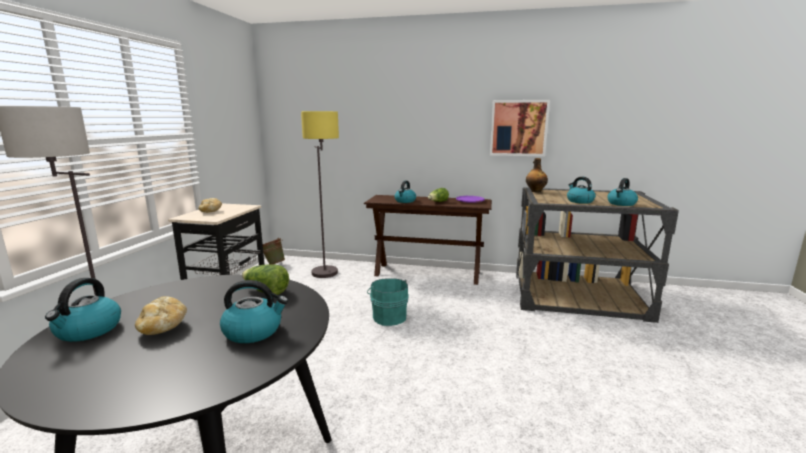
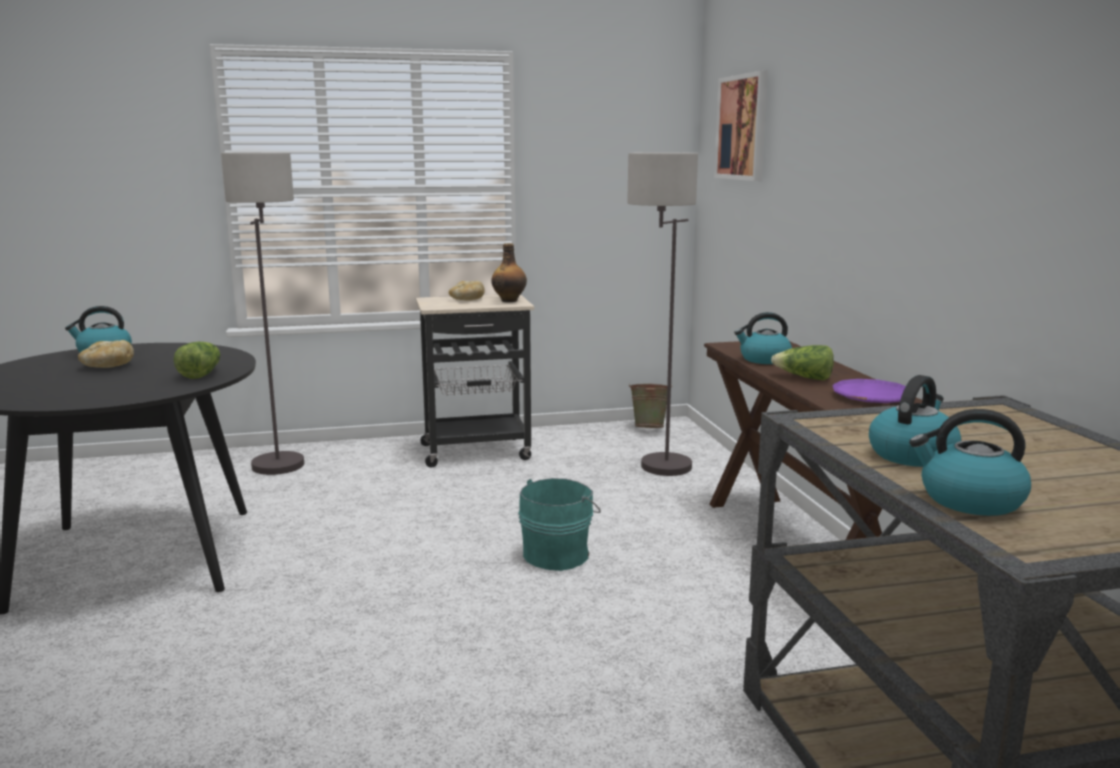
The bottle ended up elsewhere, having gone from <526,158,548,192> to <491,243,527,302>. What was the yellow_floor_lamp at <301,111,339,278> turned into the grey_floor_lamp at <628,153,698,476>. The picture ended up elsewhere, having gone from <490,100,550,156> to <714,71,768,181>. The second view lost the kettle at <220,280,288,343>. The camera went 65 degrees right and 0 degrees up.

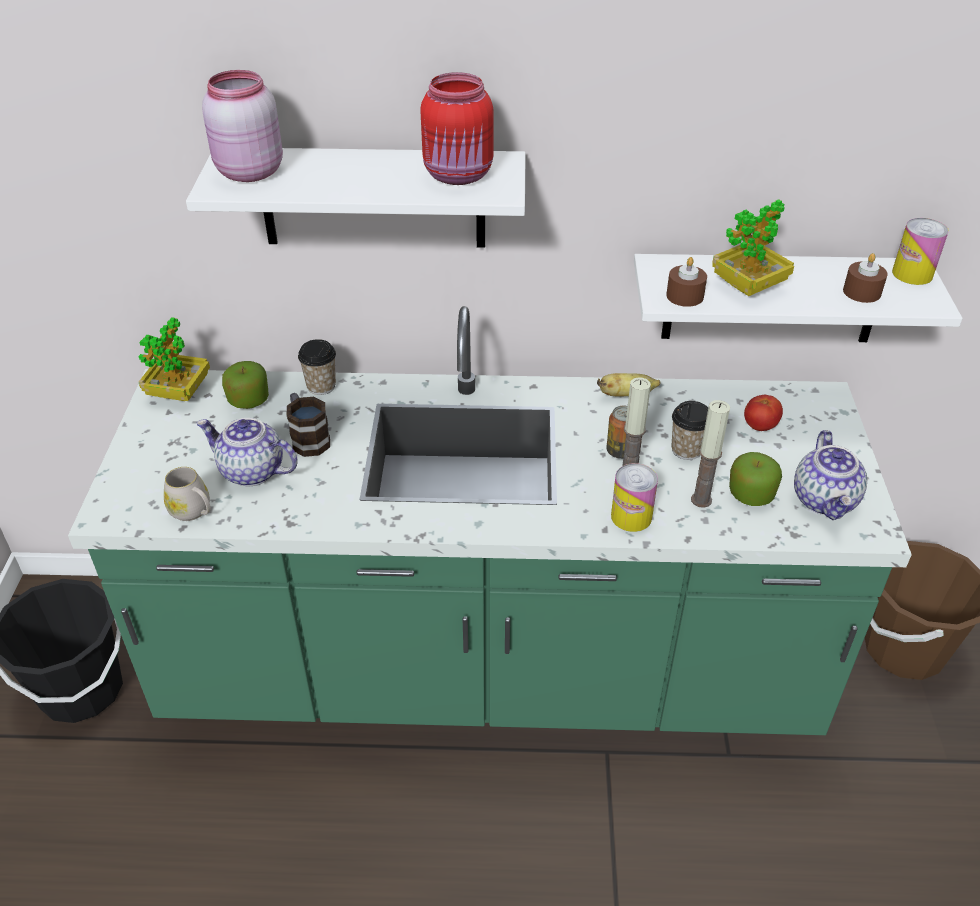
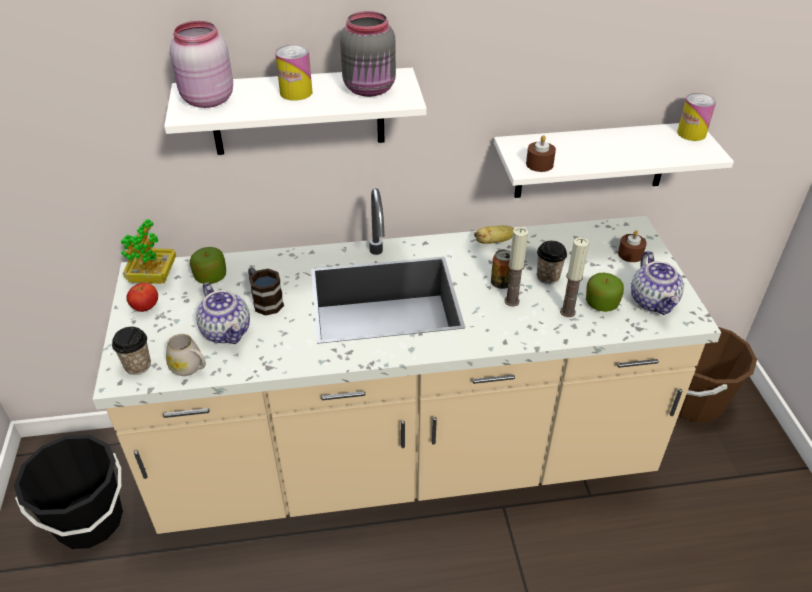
What was the green_counter at <68,306,912,735> turned into the beige_counter at <93,188,721,534>. The cup ended up elsewhere, having gone from <298,339,336,395> to <112,327,151,375>. The tomato ended up elsewhere, having gone from <744,395,783,431> to <126,283,158,312>. The teapot at <197,418,298,486> ended up facing another way, 135 degrees counterclockwise from before. The can ended up elsewhere, having gone from <611,463,658,532> to <275,45,312,101>. What was the red_jar at <420,72,494,185> turned into the grey_jar at <340,11,396,97>. The brown_candle ended up elsewhere, having gone from <843,253,888,303> to <618,230,647,262>. The second view lost the potted_plant at <712,199,794,296>. The camera went 10 degrees left and 0 degrees up.

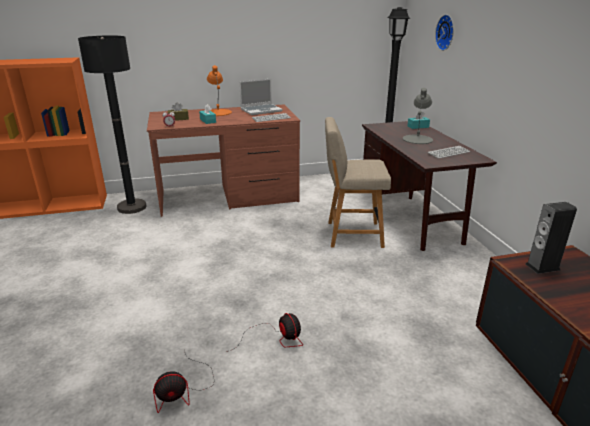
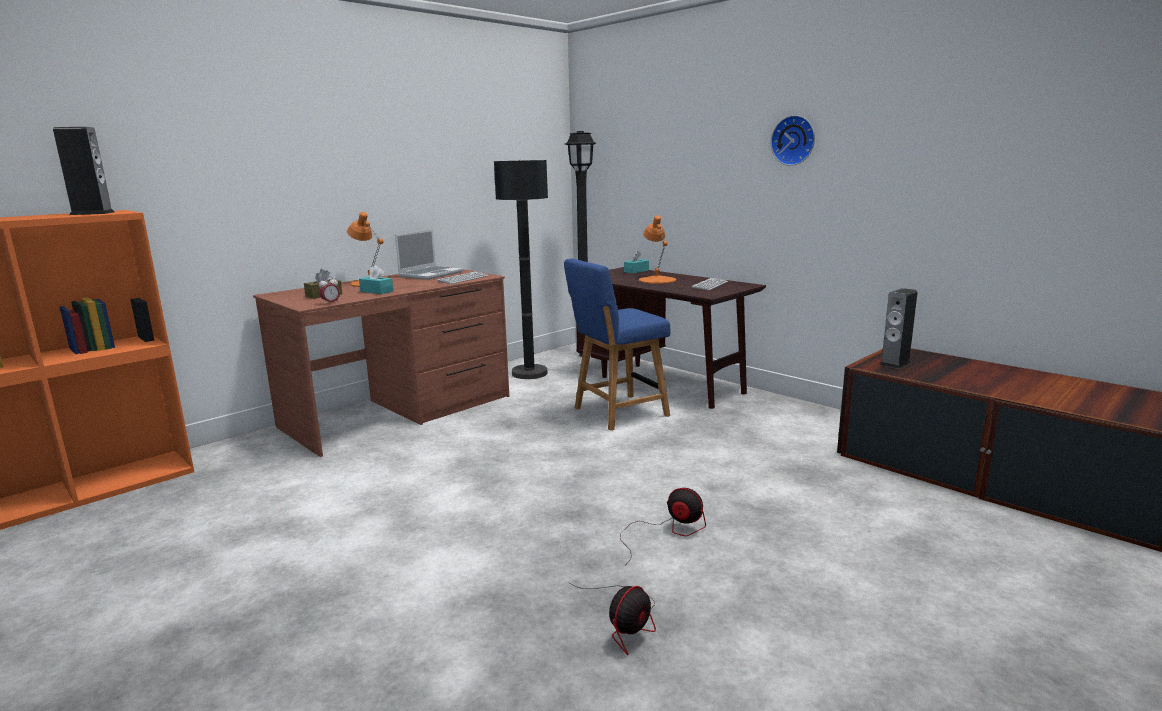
The second view gained the speaker at <53,127,114,215>. The black_floor_lamp ended up elsewhere, having gone from <78,35,147,214> to <494,160,548,379>. What was the beige_chair at <325,117,391,248> turned into the blue_chair at <564,258,670,431>. What was the grey_table_lamp at <403,88,433,144> turned into the orange_table_lamp at <639,216,676,284>. The wall_clock ended up elsewhere, having gone from <435,15,454,51> to <771,115,815,166>. The camera went 30 degrees left and 10 degrees down.

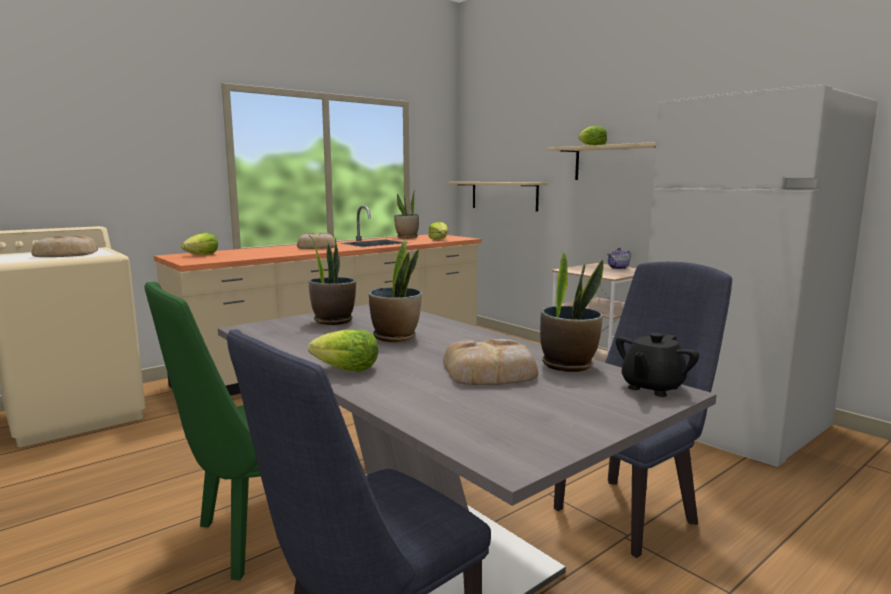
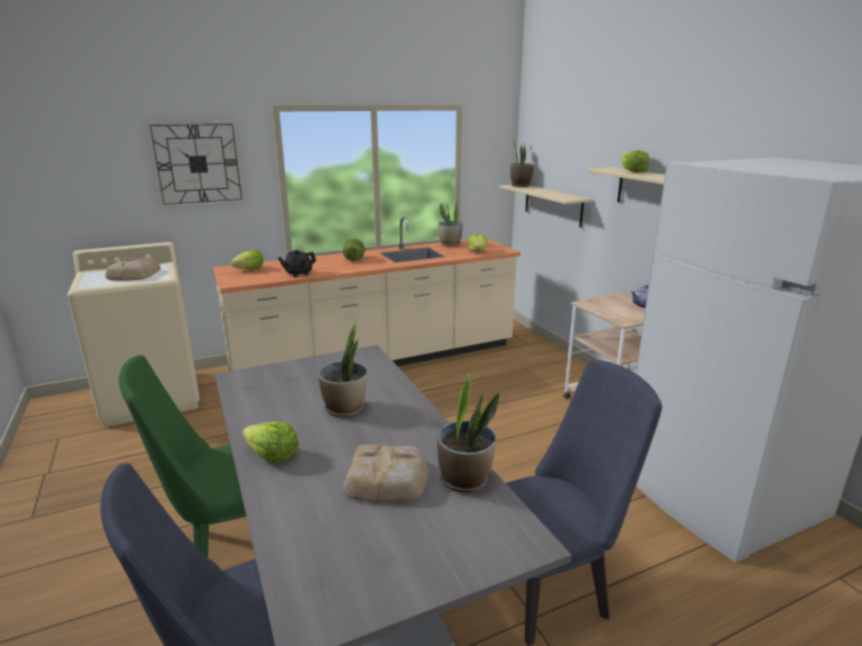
The second view gained the wall_clock at <146,121,246,208>. The black_teapot ended up elsewhere, having gone from <616,333,699,397> to <278,250,316,277>. Where the bread stood at <297,233,335,249>, the lettuce came to stand at <343,238,365,261>. The potted_plant ended up elsewhere, having gone from <309,235,356,325> to <510,141,534,187>. The camera went 15 degrees right and 10 degrees up.

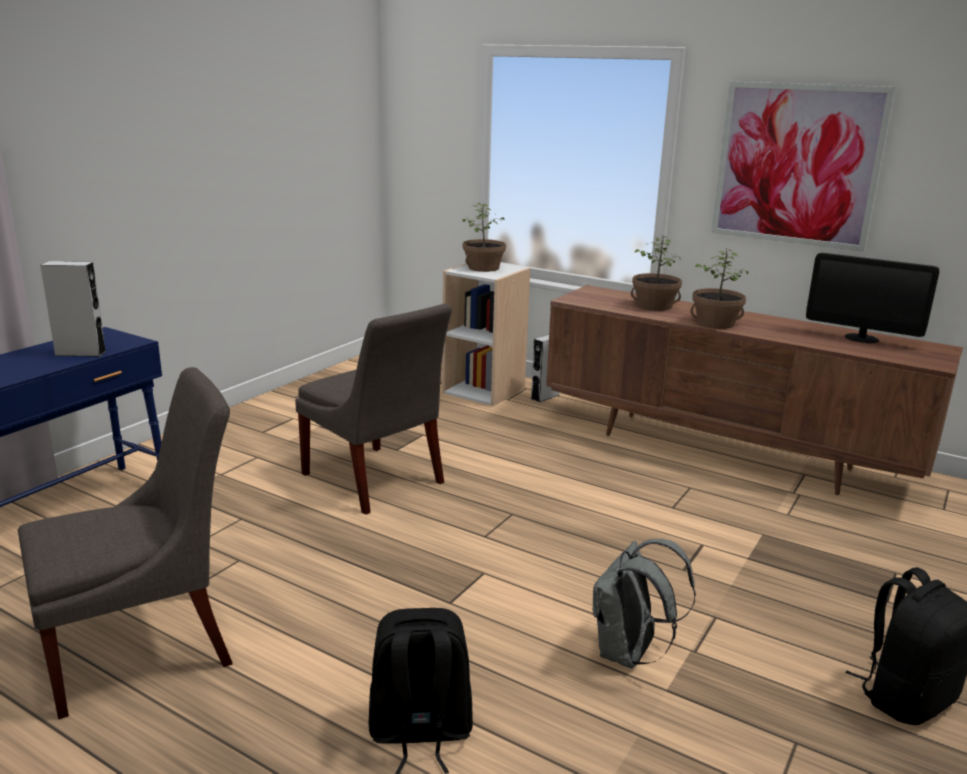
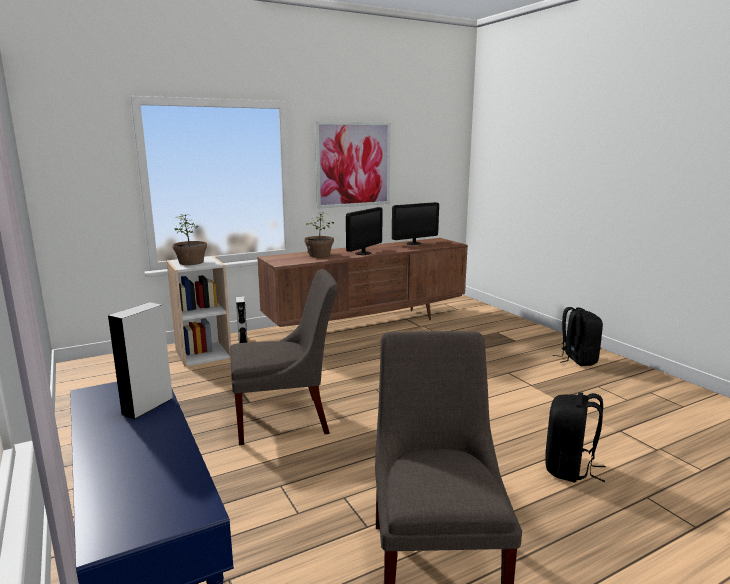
Where the potted_plant stood at <690,249,748,329>, the monitor came to stand at <346,207,383,255>. The second view lost the grey_backpack at <593,539,696,669>. The camera went 60 degrees left and 5 degrees down.

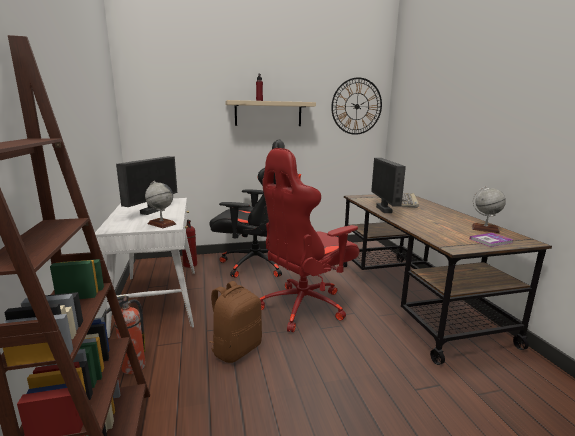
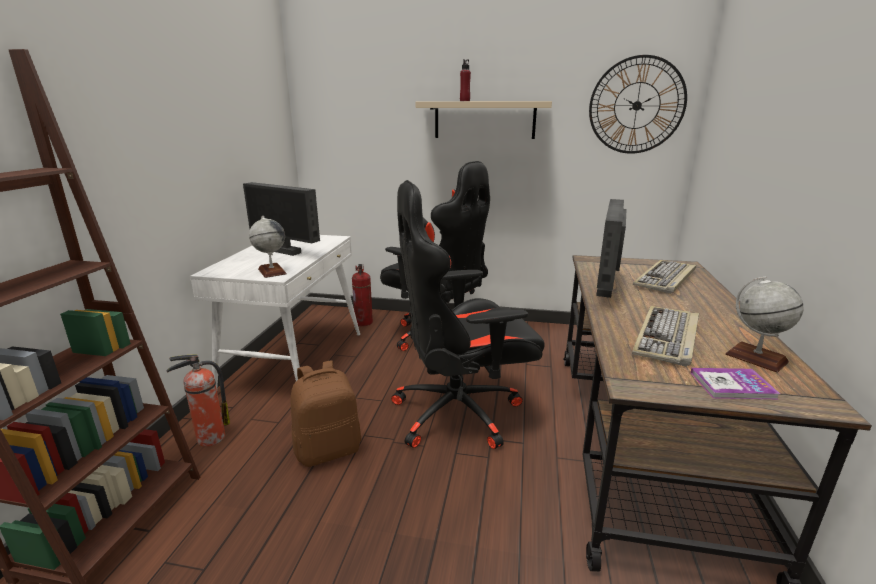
The monitor at <116,156,177,215> ended up facing another way, 75 degrees clockwise from before. What was the red_office_chair at <259,148,360,332> turned into the black_office_chair at <391,180,545,449>. The second view gained the keyboard at <632,306,699,367>. The camera went 25 degrees right and 5 degrees up.

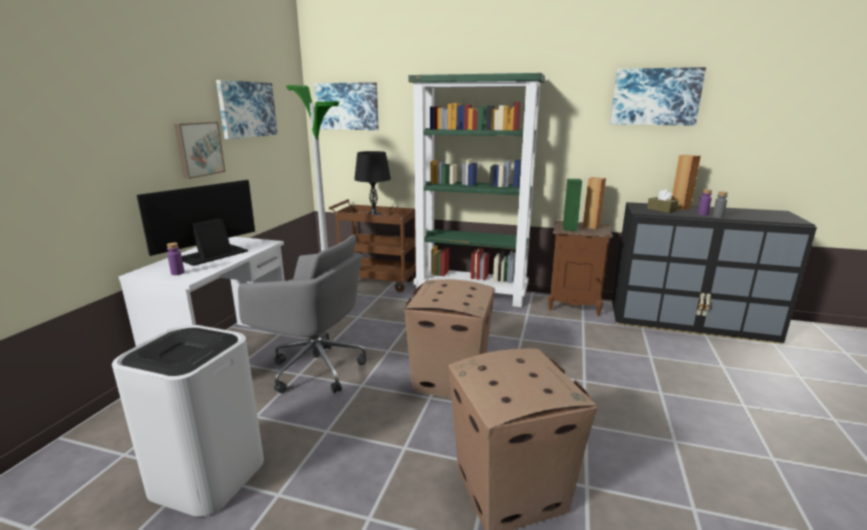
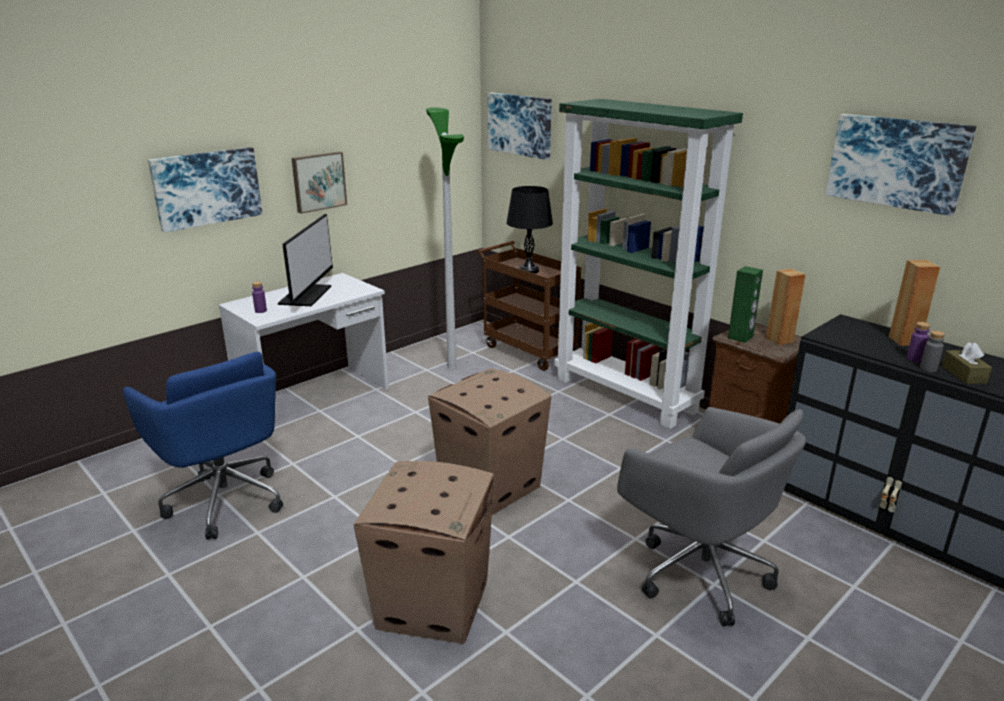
Where the white_trash_can stood at <112,325,264,517>, the blue_office_chair came to stand at <123,352,283,540>. The picture ended up elsewhere, having gone from <216,80,278,139> to <148,147,262,233>. The monitor at <137,180,255,266> ended up facing another way, 120 degrees clockwise from before. The grey_office_chair ended up elsewhere, having gone from <238,234,367,393> to <617,407,806,626>. The brown_tissue_box ended up elsewhere, having gone from <647,189,678,213> to <942,342,992,384>. The camera went 30 degrees right and 5 degrees up.

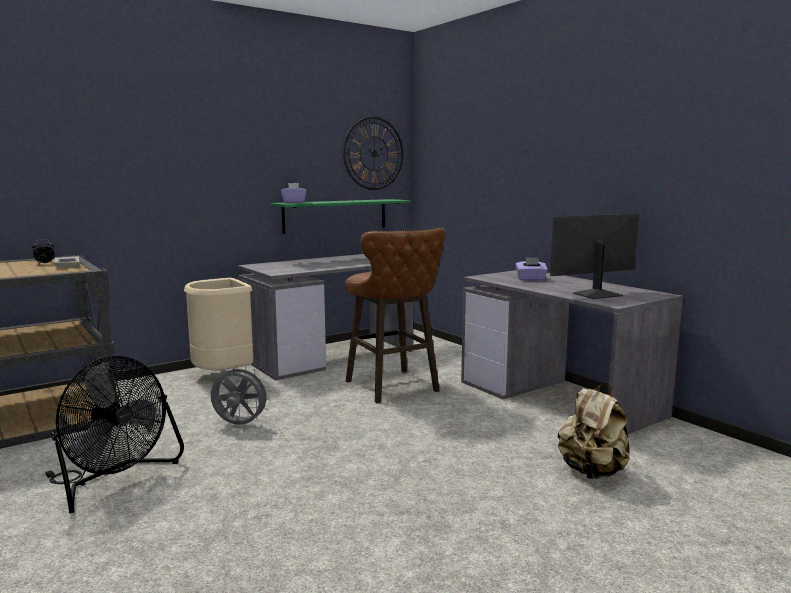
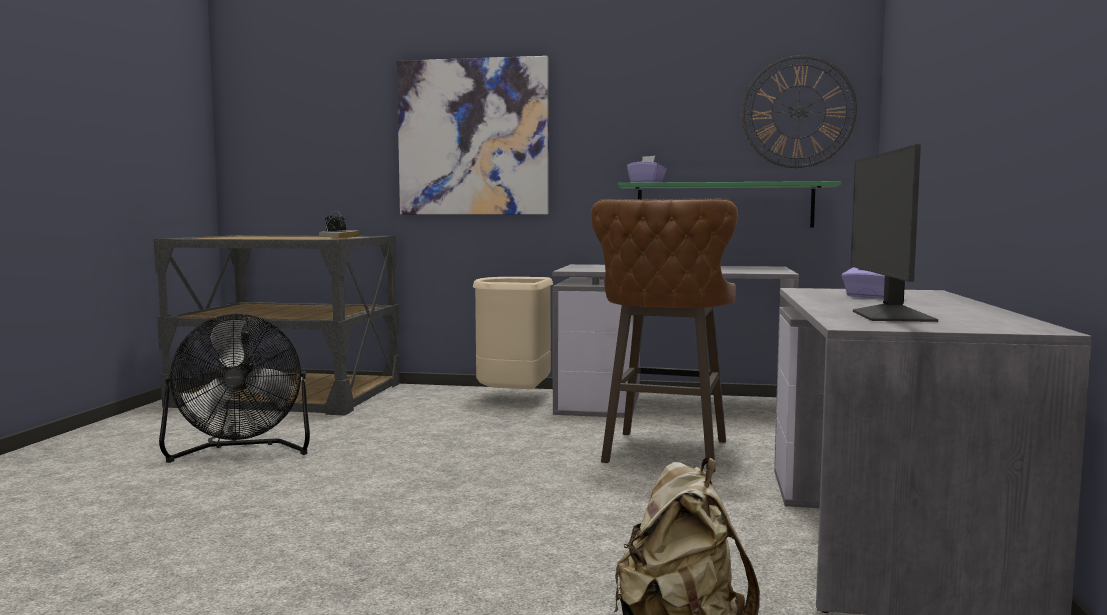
The second view gained the picture at <397,56,548,214>. The monitor at <550,214,639,299> ended up facing another way, 105 degrees counterclockwise from before. The second view lost the grey_fan at <211,365,271,425>. The camera went 45 degrees right and 5 degrees down.

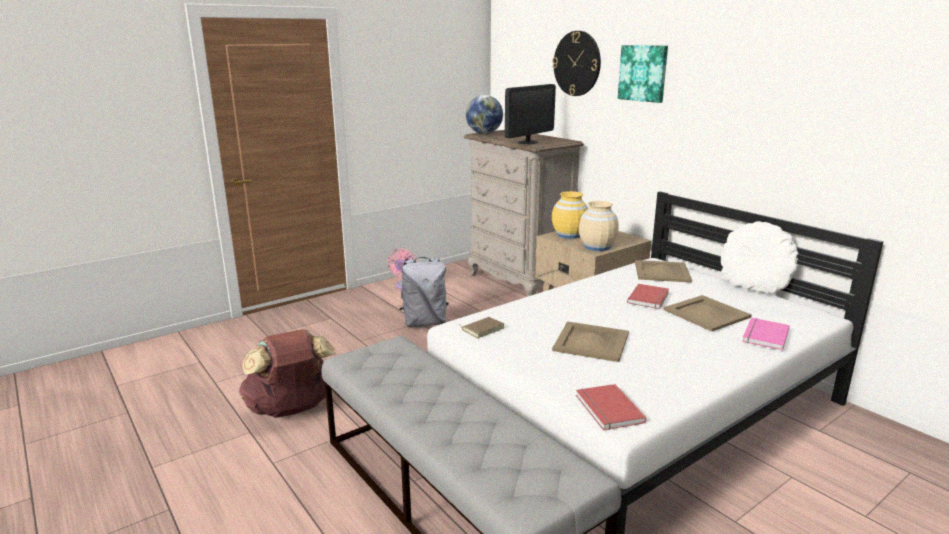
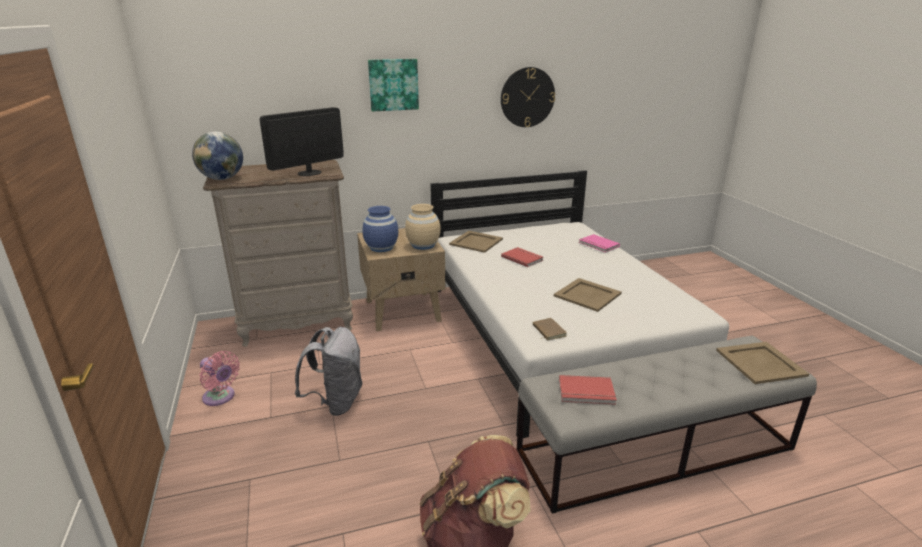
The monitor at <505,84,556,144> ended up facing another way, 105 degrees counterclockwise from before. What was the yellow_vase at <552,191,588,239> turned into the blue_vase at <362,206,398,252>. The wall_clock ended up elsewhere, having gone from <552,31,601,96> to <501,67,555,127>. The red_book ended up elsewhere, having gone from <576,384,647,430> to <559,375,617,405>. The beige_tray ended up elsewhere, having gone from <663,295,752,332> to <716,342,809,384>. The second view lost the white_pillow at <721,221,798,294>. The camera went 70 degrees left and 5 degrees up.

